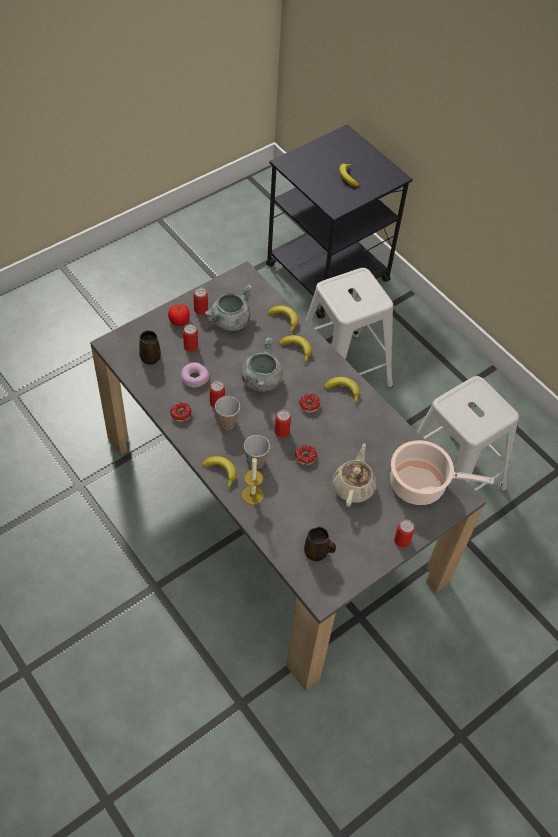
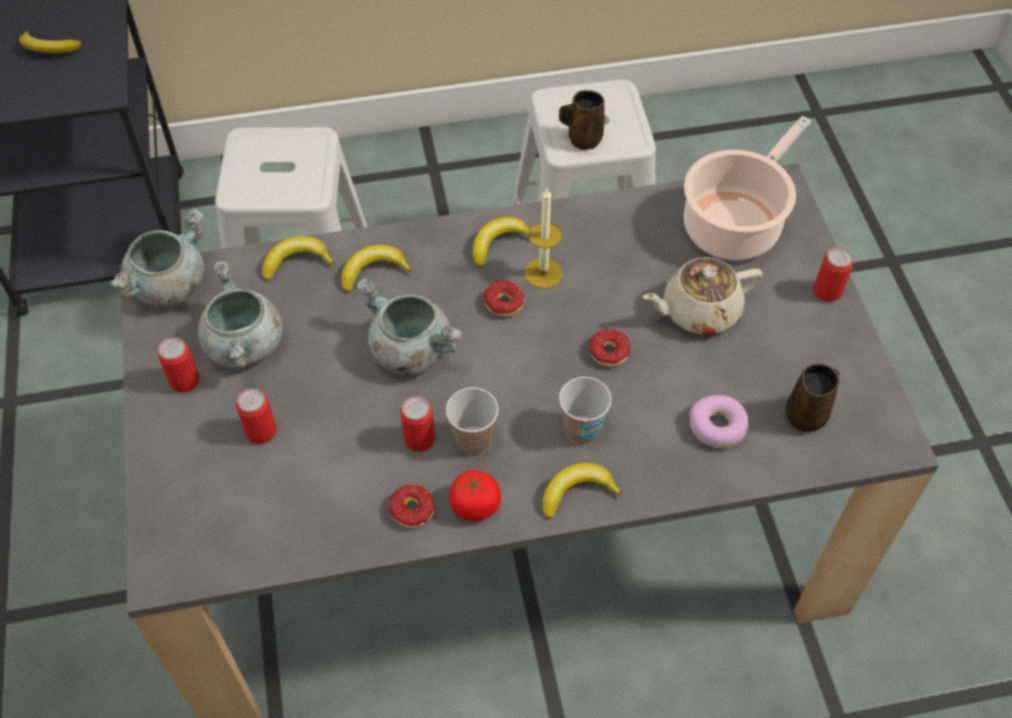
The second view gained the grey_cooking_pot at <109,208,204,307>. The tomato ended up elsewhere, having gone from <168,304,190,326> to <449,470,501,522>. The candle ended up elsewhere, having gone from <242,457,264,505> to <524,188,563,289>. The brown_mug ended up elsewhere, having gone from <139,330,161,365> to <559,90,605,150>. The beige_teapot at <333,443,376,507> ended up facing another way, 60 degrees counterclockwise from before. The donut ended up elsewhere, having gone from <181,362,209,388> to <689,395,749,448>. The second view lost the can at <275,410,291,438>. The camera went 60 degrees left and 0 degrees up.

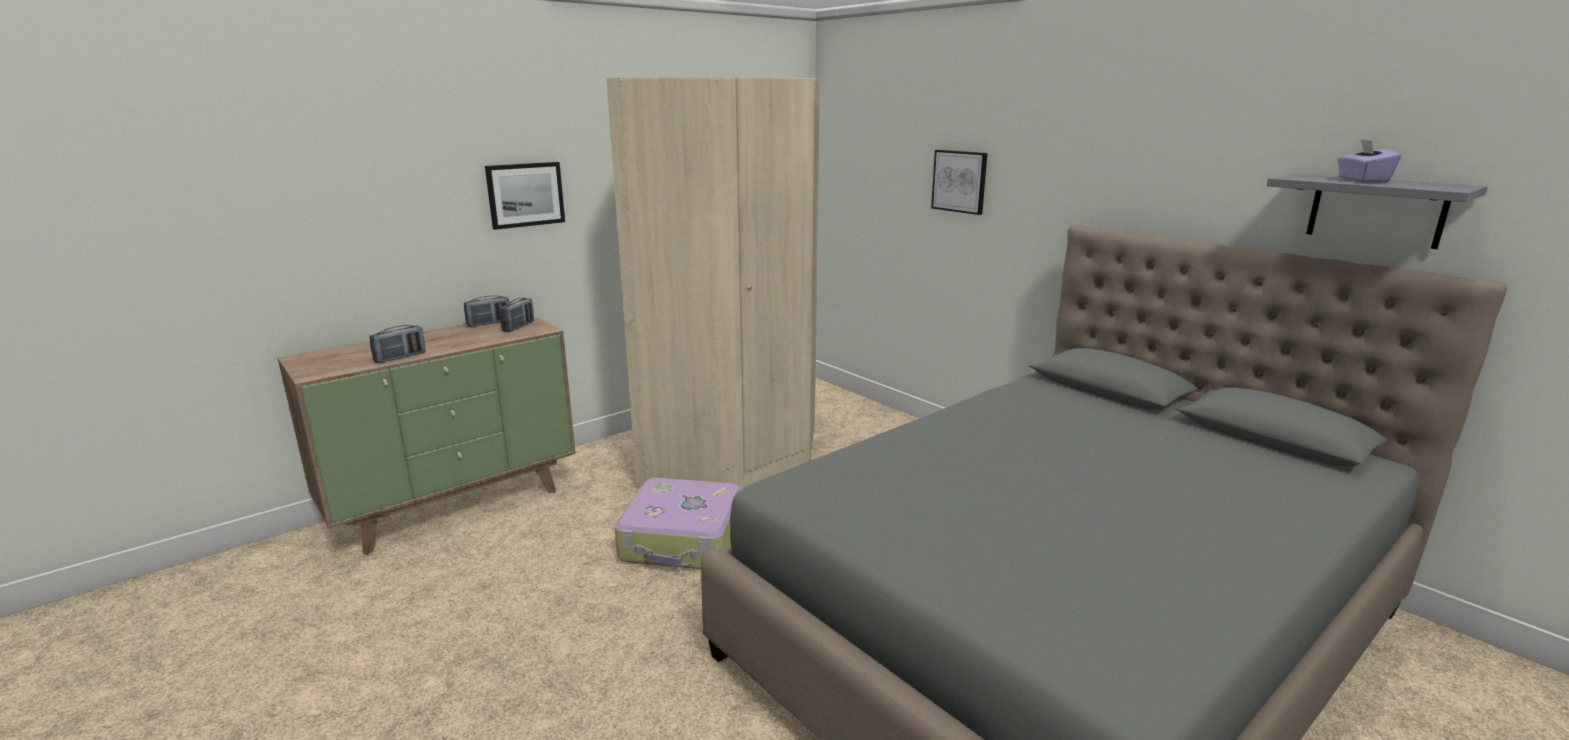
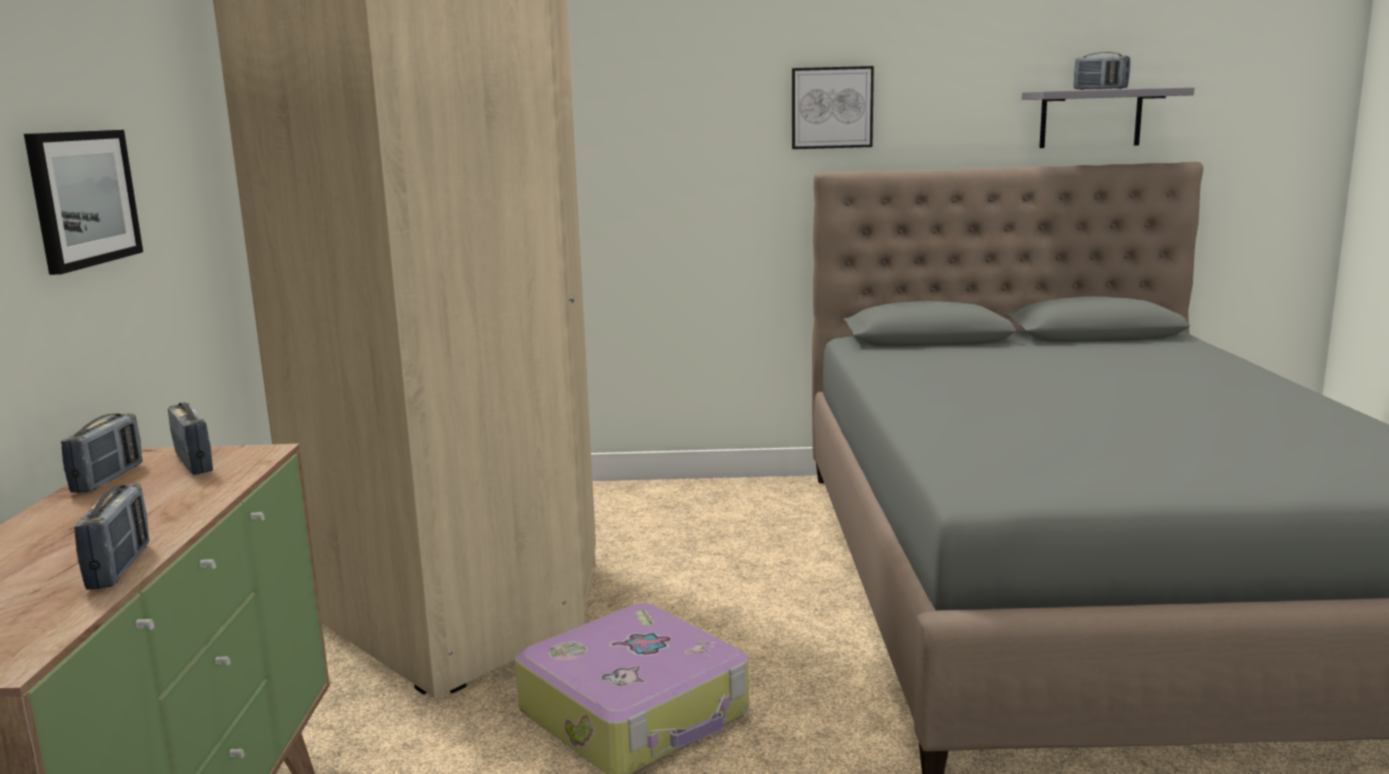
The picture ended up elsewhere, having gone from <931,150,987,215> to <792,66,874,149>. Where the purple_tissue_box stood at <1337,139,1401,183>, the radio came to stand at <1074,52,1130,90>. The camera went 50 degrees left and 5 degrees down.

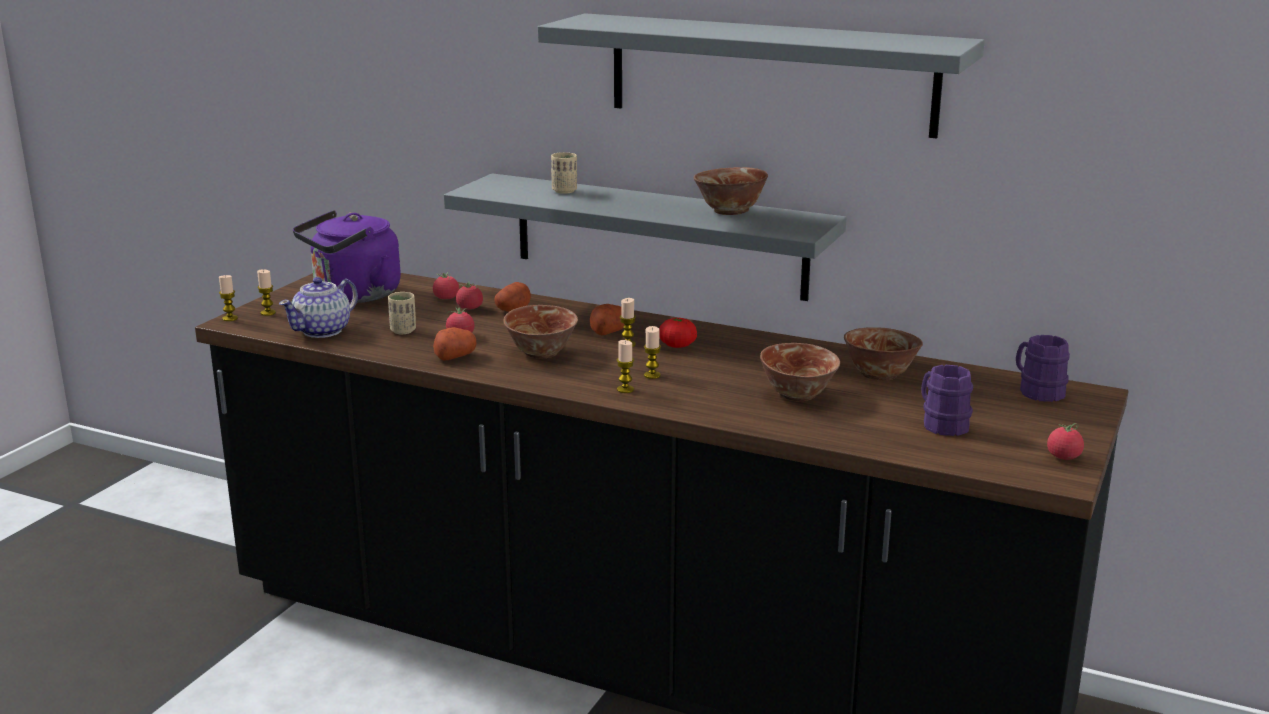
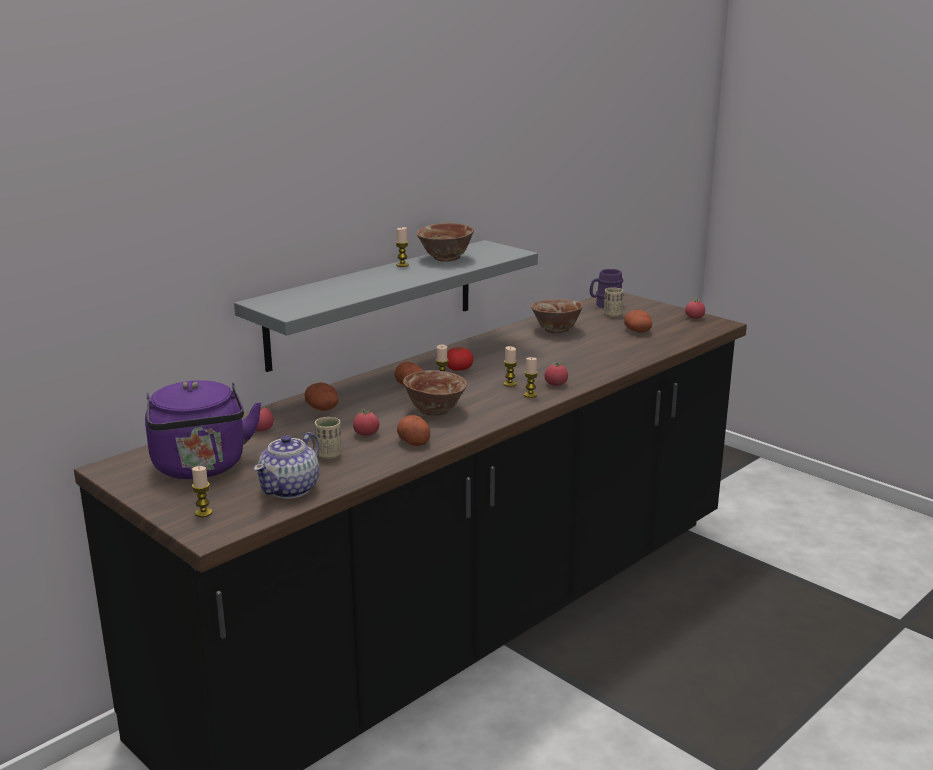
The teapot at <279,277,358,338> ended up facing another way, 60 degrees clockwise from before. The candle ended up elsewhere, having gone from <219,275,238,321> to <395,227,409,267>. The tomato ended up elsewhere, having gone from <456,282,483,310> to <544,361,568,386>. The beige_cup ended up elsewhere, having gone from <551,152,577,194> to <604,287,623,317>. Where the purple_mug stood at <921,365,973,436>, the potato came to stand at <624,310,652,333>. The second view lost the grey_shelf at <538,13,985,139>. The second view lost the bowl at <760,343,840,401>. The camera went 70 degrees left and 0 degrees up.

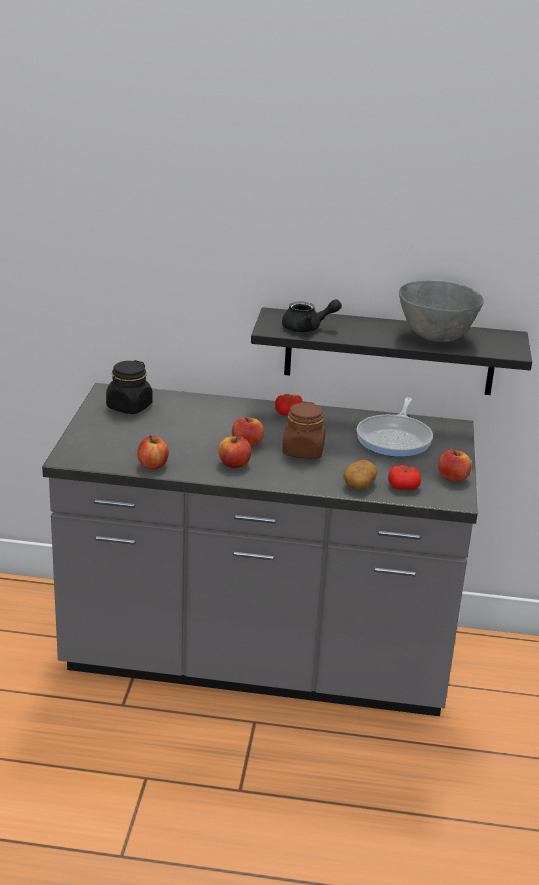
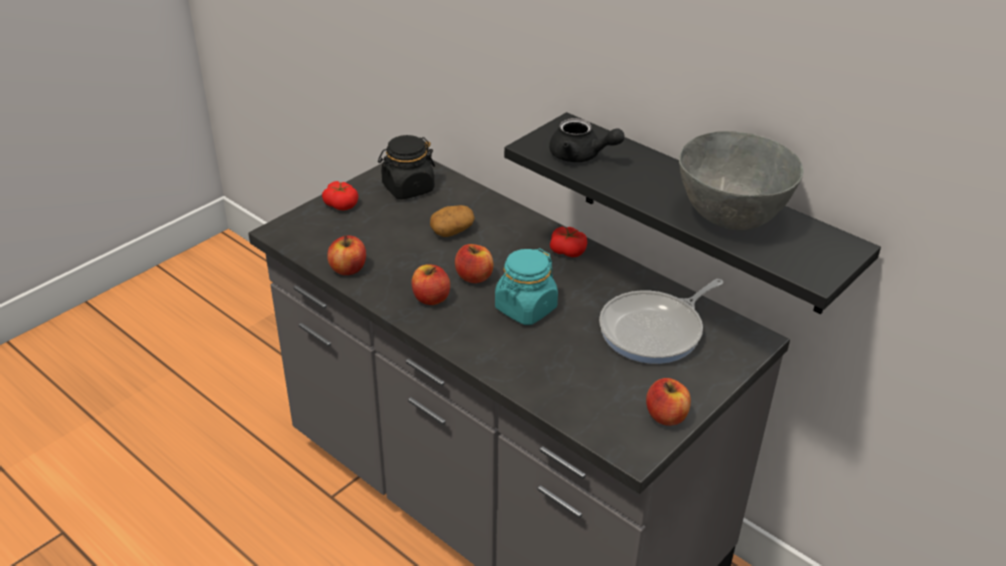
The tomato ended up elsewhere, having gone from <388,465,421,490> to <322,181,358,210>. The potato ended up elsewhere, having gone from <343,460,377,490> to <430,205,475,237>. What was the brown_jar at <282,401,326,459> turned into the turquoise_jar at <495,248,558,325>. The camera went 35 degrees right and 10 degrees up.

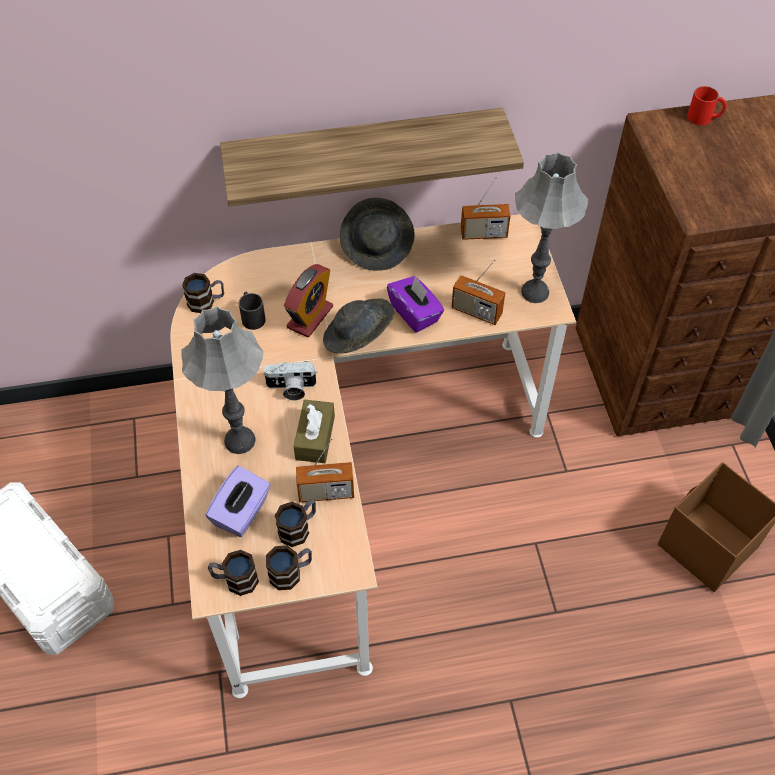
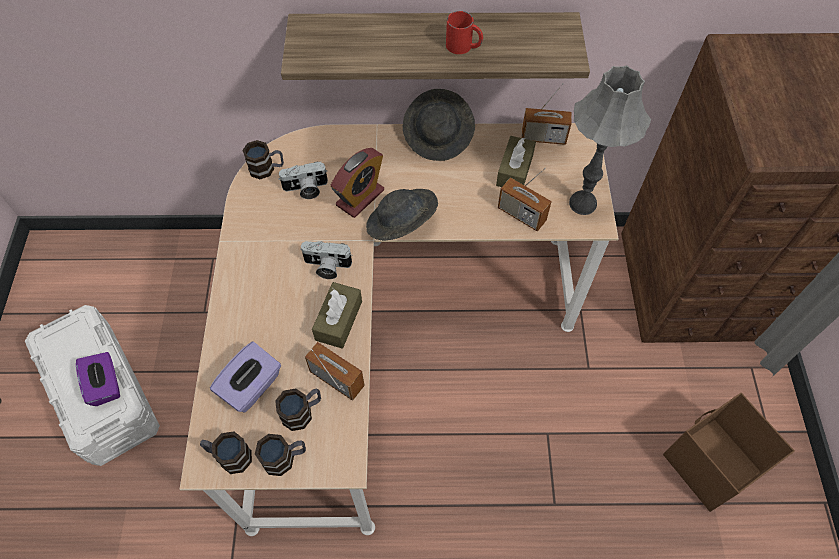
The purple_tissue_box ended up elsewhere, having gone from <387,276,444,333> to <76,352,120,406>. Where the black_mug stood at <239,292,266,330>, the photo_camera came to stand at <278,162,328,199>. The radio at <296,438,354,502> ended up facing another way, 150 degrees counterclockwise from before. The red_mug ended up elsewhere, having gone from <687,86,727,125> to <446,11,483,54>. The second view gained the brown_tissue_box at <496,136,536,187>. The second view lost the grey_table_lamp at <181,306,263,454>. The camera went 10 degrees right and 5 degrees up.

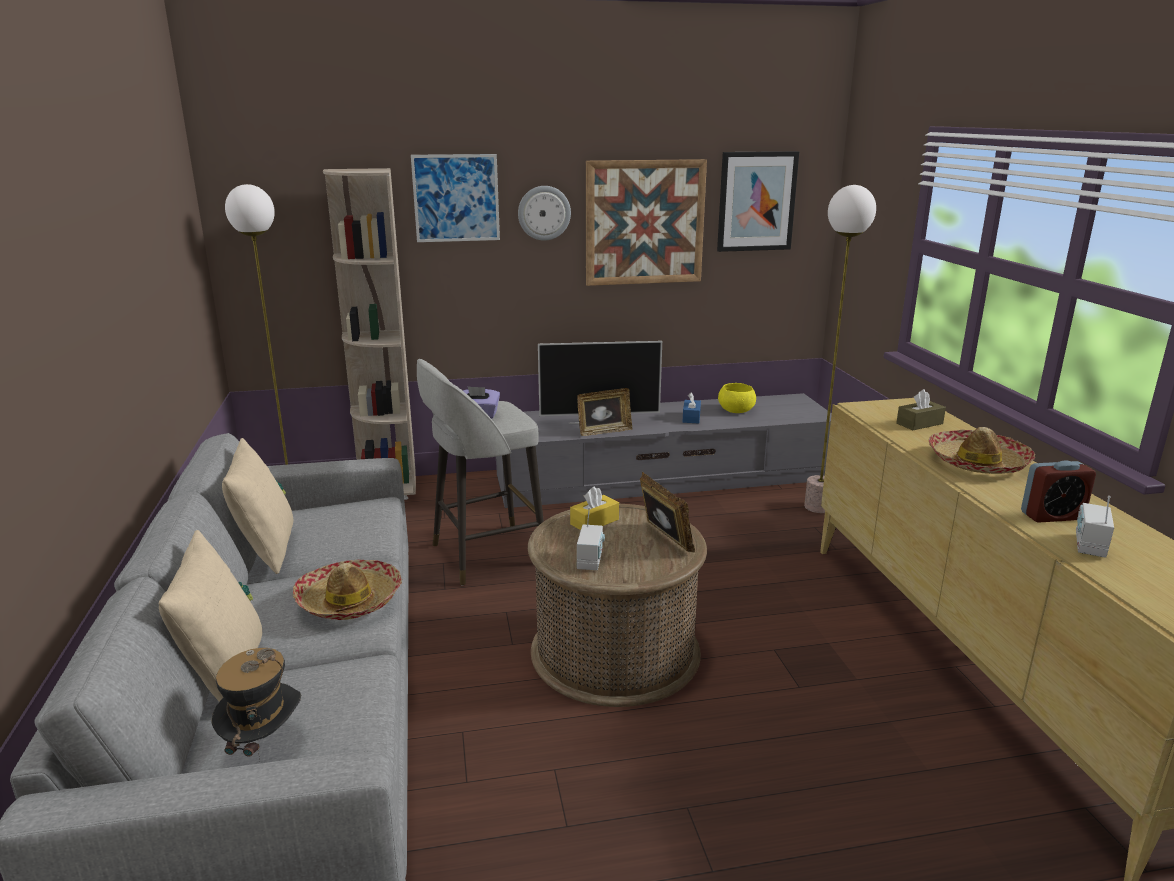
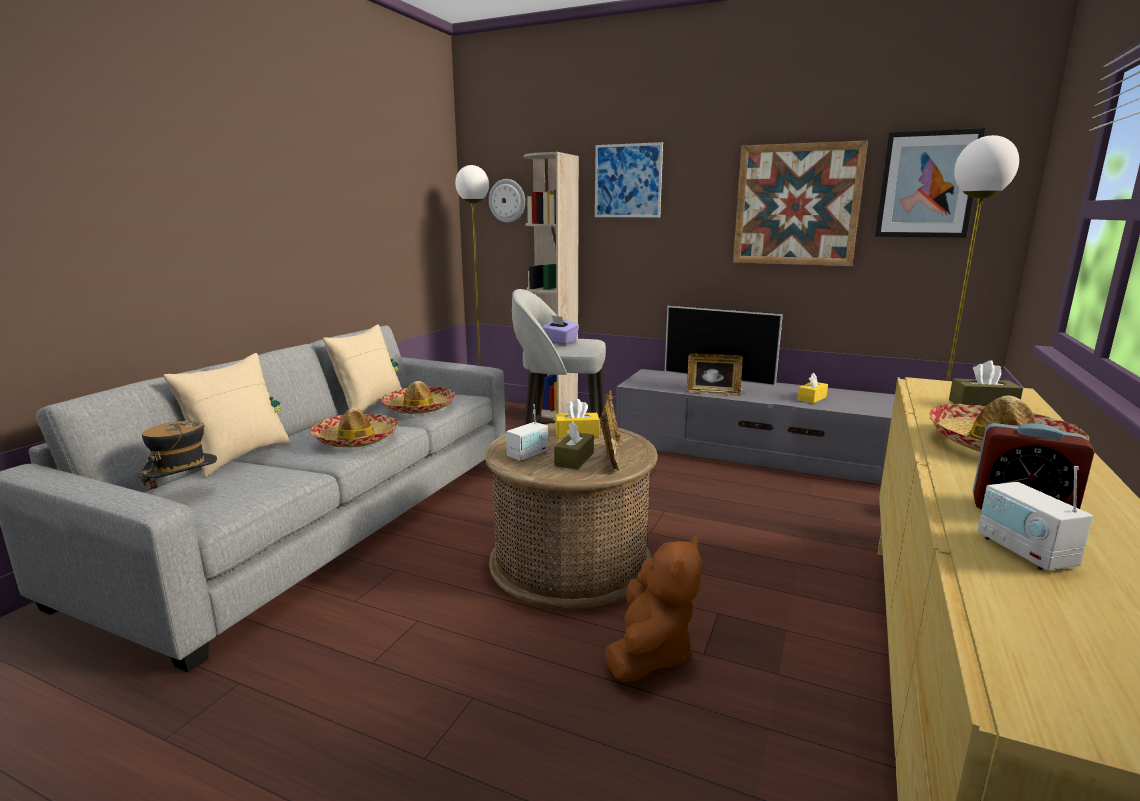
The second view gained the hat at <382,381,455,414>. The wall_clock ended up elsewhere, having gone from <518,186,571,241> to <489,179,525,223>. The second view gained the brown_tissue_box at <554,421,594,470>. The second view gained the brown_plush_toy at <605,536,702,682>. What was the blue_tissue_box at <683,392,701,423> turned into the yellow_tissue_box at <797,373,828,403>. The radio at <1076,496,1114,558> ended up facing another way, 75 degrees counterclockwise from before. The second view lost the yellow_bowl at <718,383,756,413>. The camera went 35 degrees right and 5 degrees down.

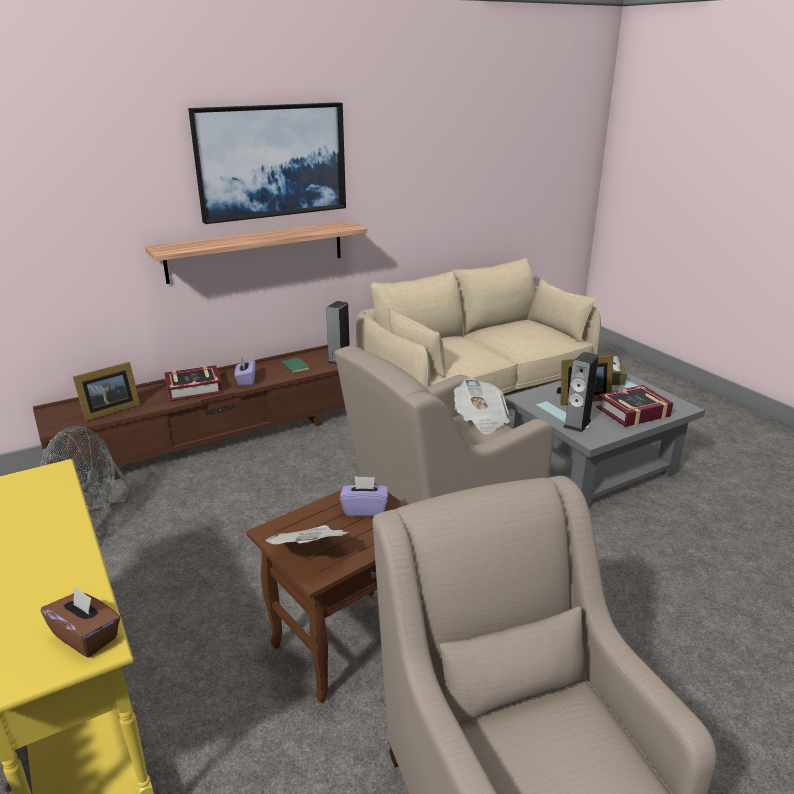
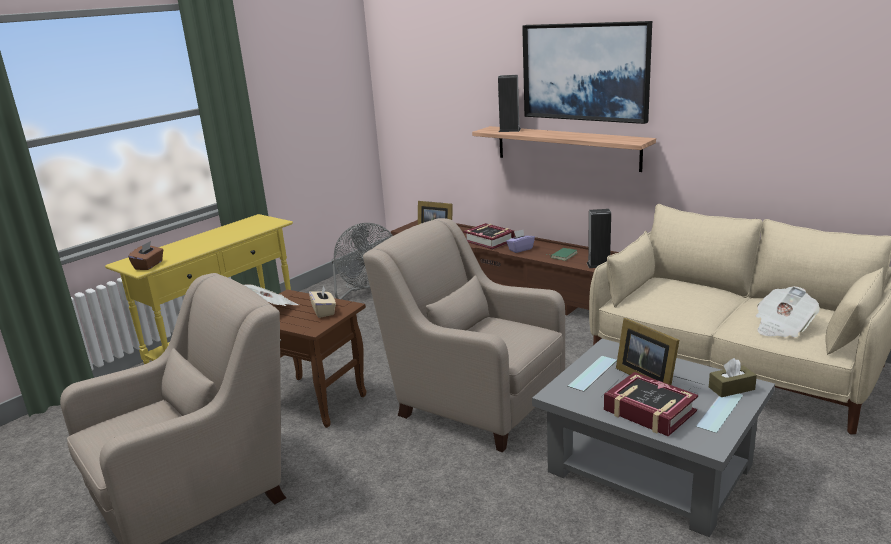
What was the purple_tissue_box at <340,476,388,516> turned into the beige_tissue_box at <309,285,336,318>. The speaker ended up elsewhere, having gone from <563,352,599,433> to <498,75,521,132>. The newspaper ended up elsewhere, having gone from <454,378,510,435> to <756,286,820,337>. The camera went 70 degrees right and 5 degrees down.

